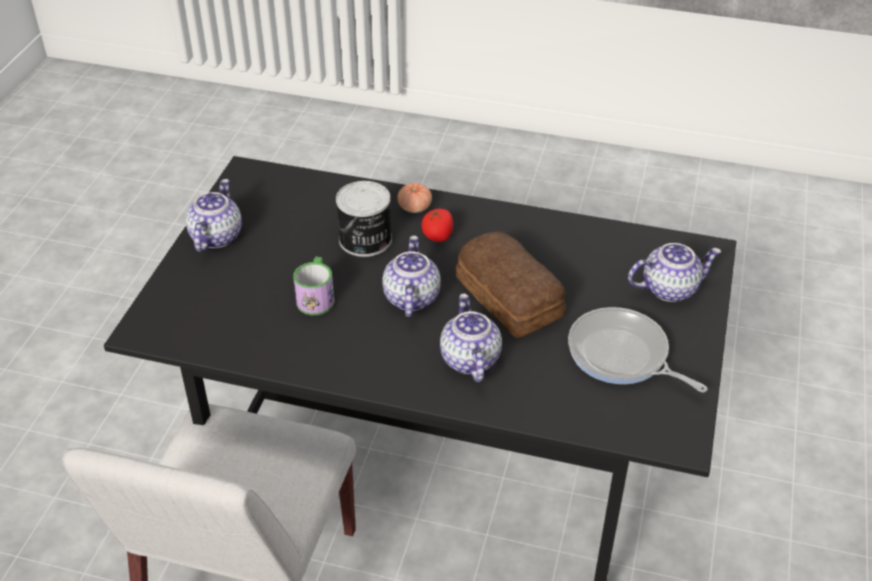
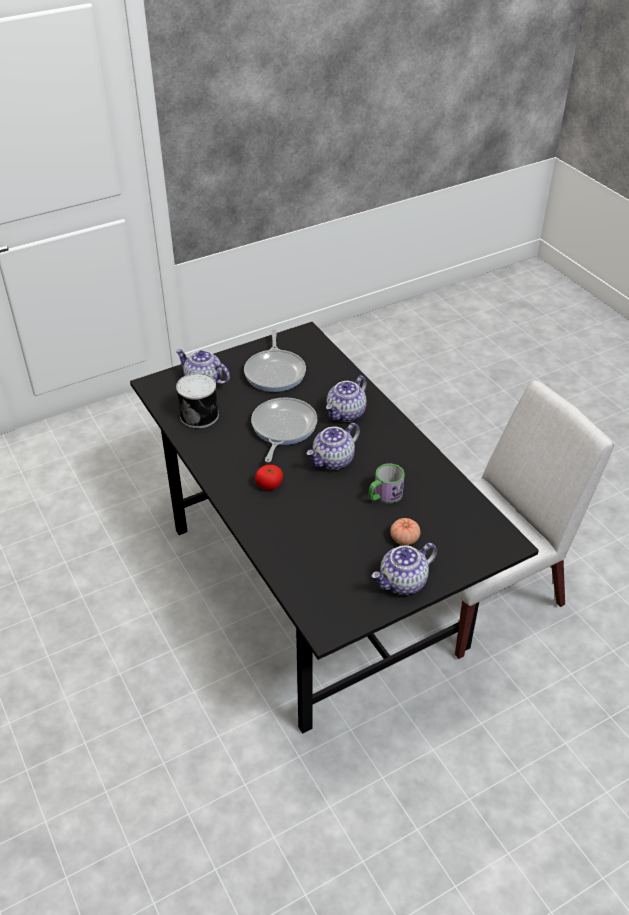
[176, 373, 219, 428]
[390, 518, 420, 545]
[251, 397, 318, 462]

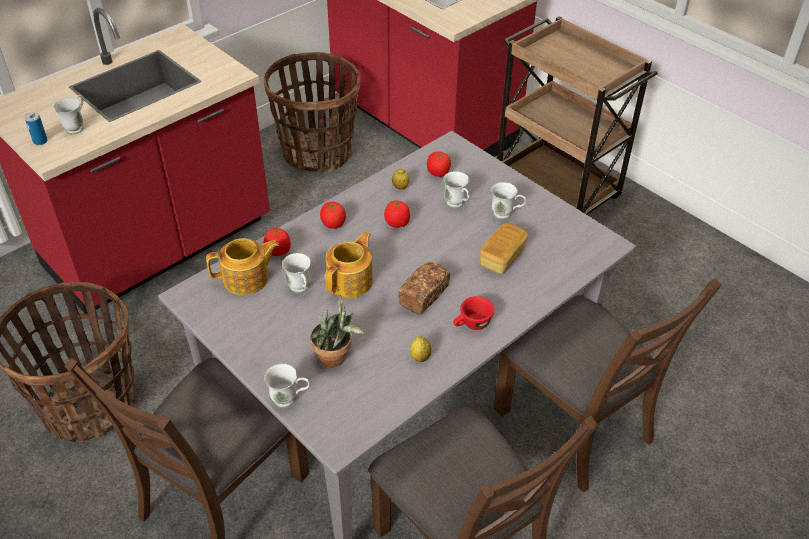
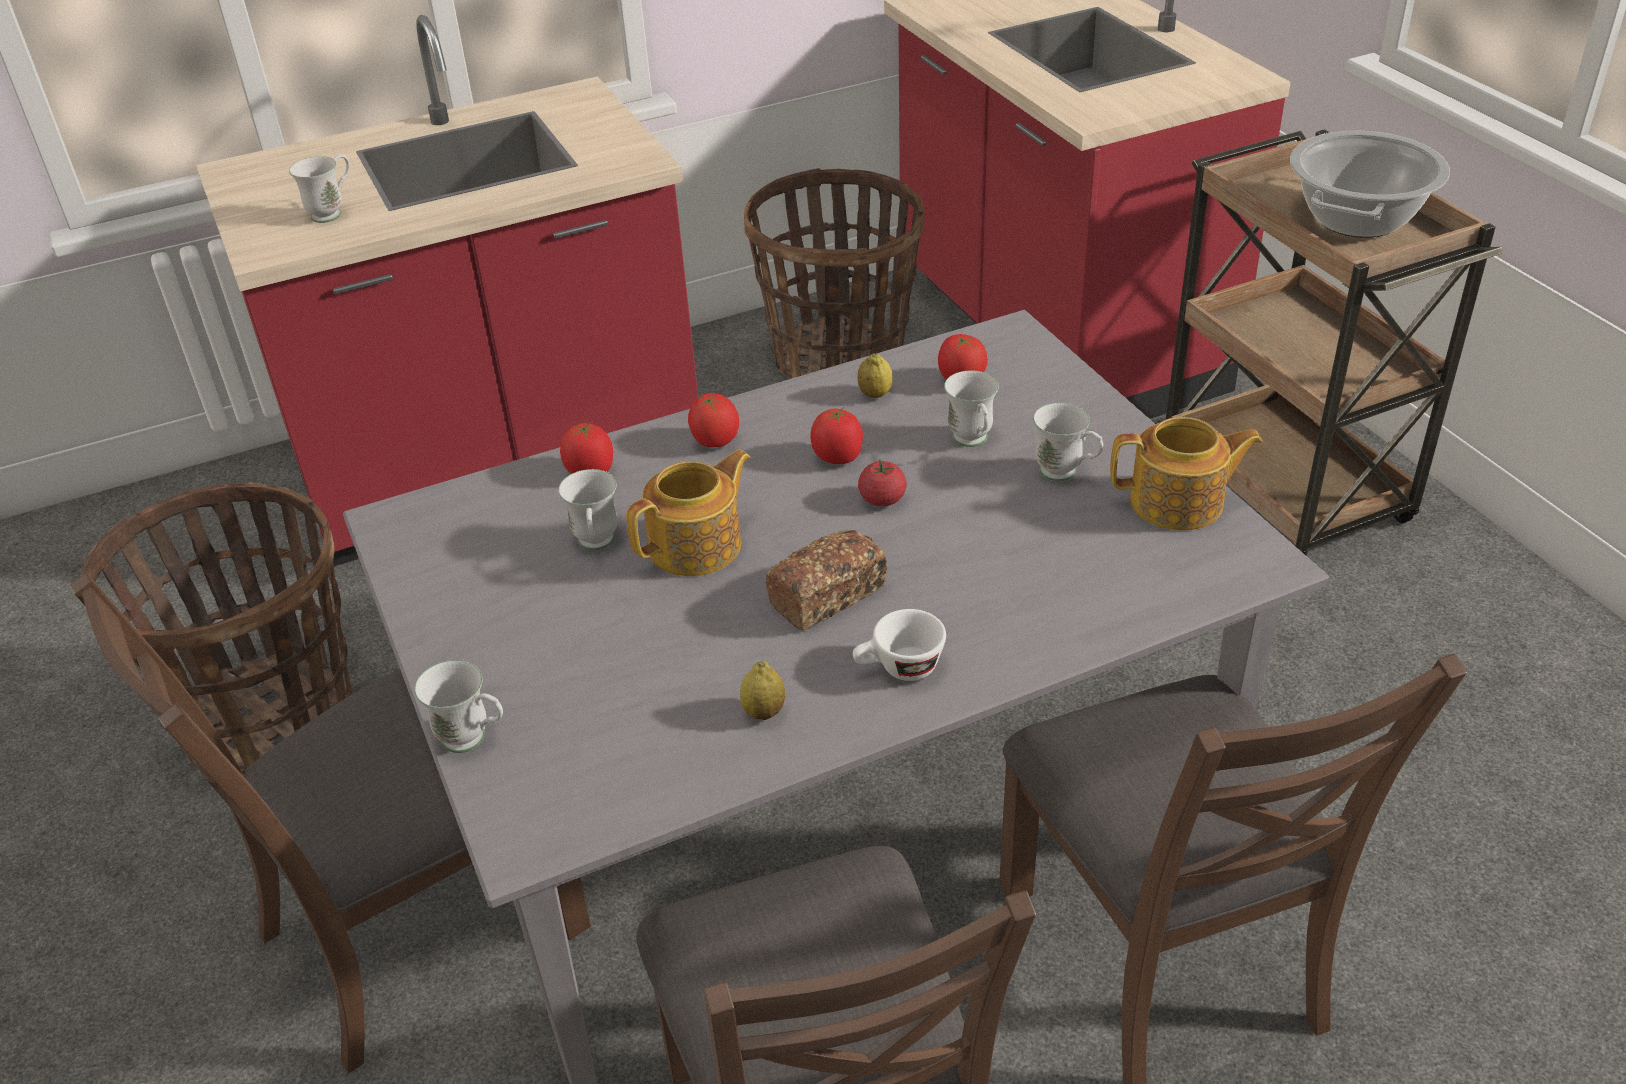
[25, 112, 48, 145] (first image)
[480, 223, 528, 274] (first image)
[1110, 417, 1263, 530]
[310, 295, 364, 367] (first image)
[853, 609, 946, 681]
[1290, 131, 1450, 238]
[858, 459, 907, 506]

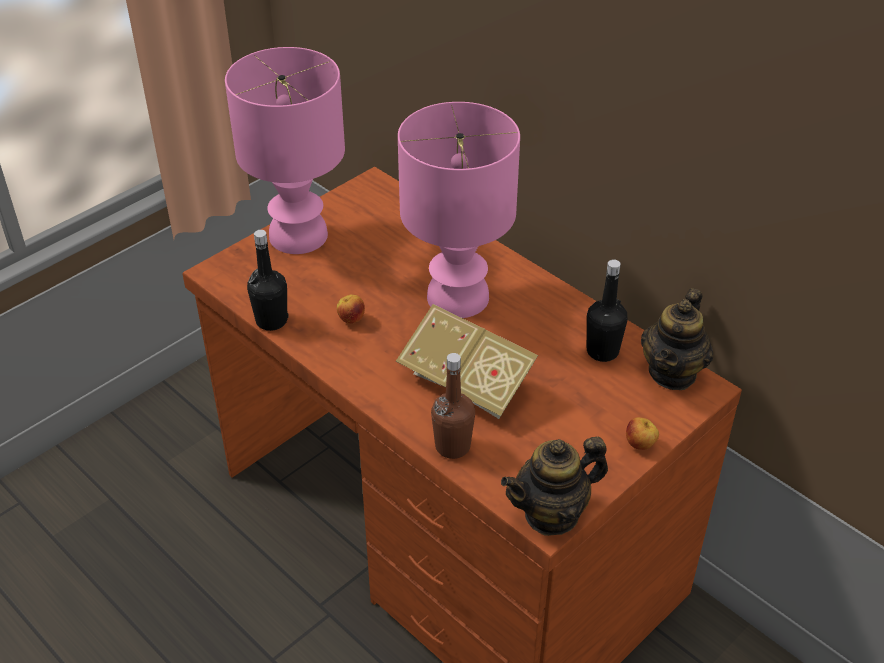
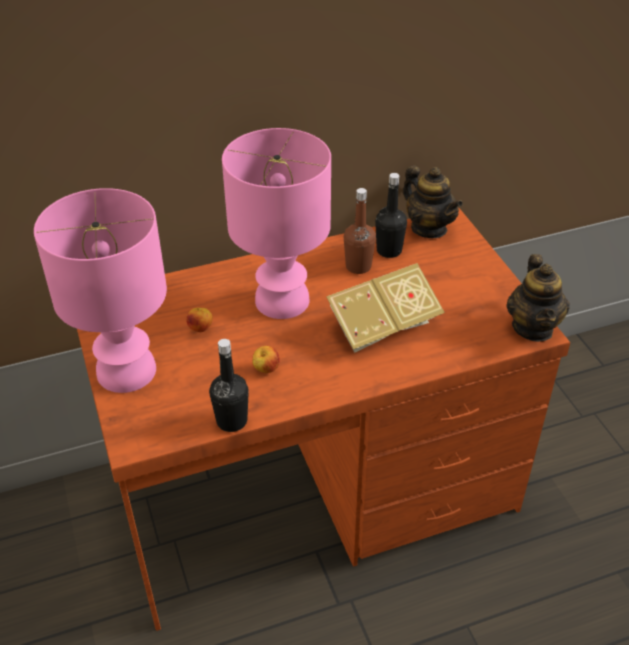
[344, 188, 376, 274]
[186, 308, 213, 332]

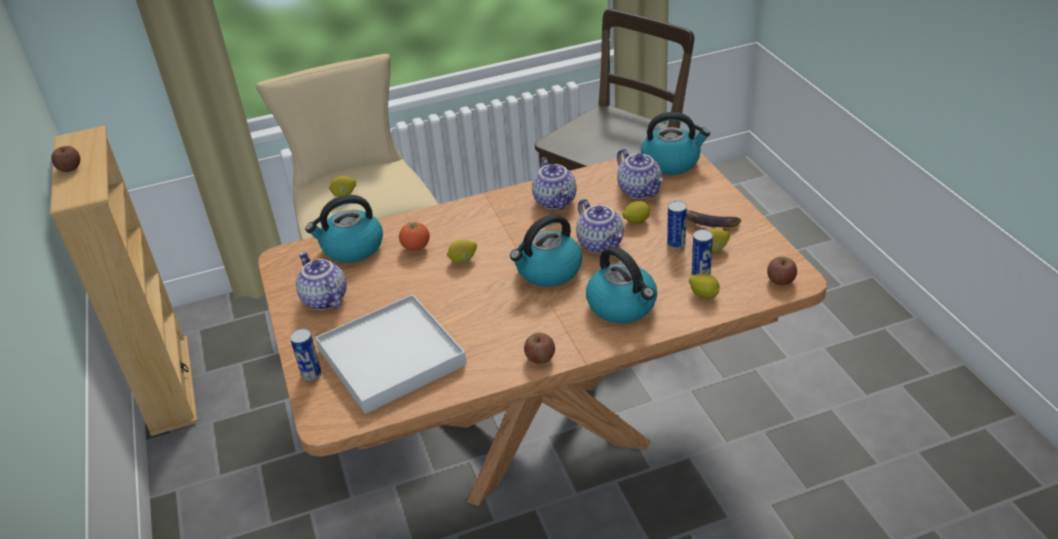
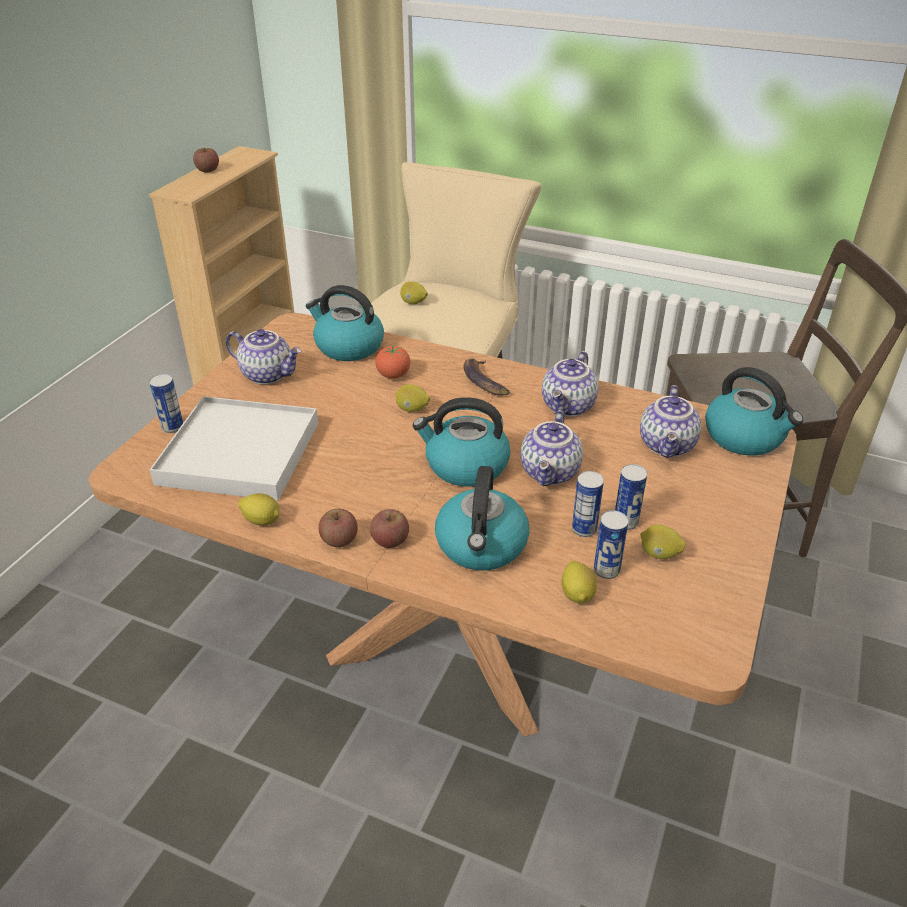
[238, 493, 279, 526]
[464, 358, 510, 396]
[225, 329, 301, 385]
[370, 509, 409, 548]
[572, 471, 604, 537]

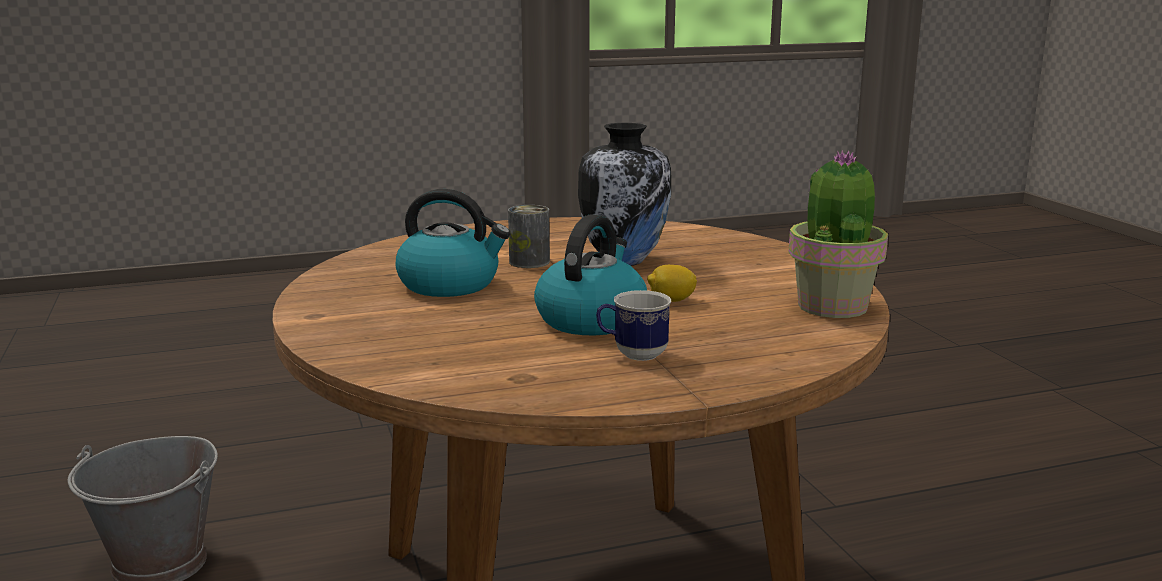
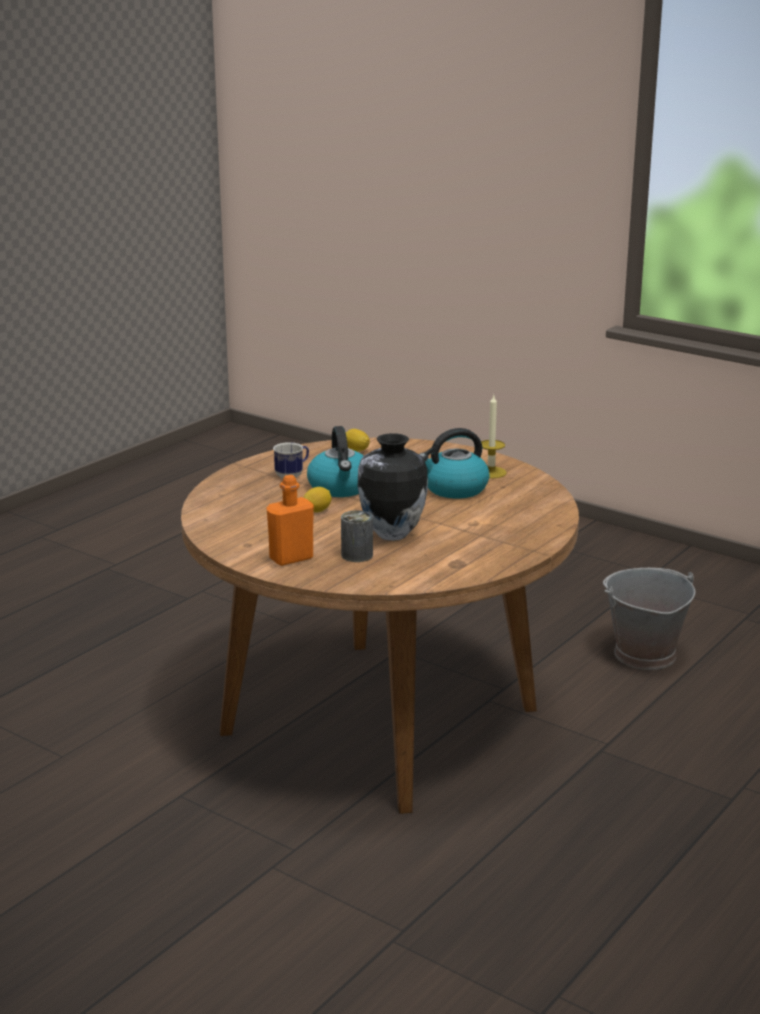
[789, 150, 888, 318] (first image)
[341, 510, 373, 562]
[481, 395, 507, 478]
[346, 429, 370, 451]
[267, 475, 314, 566]

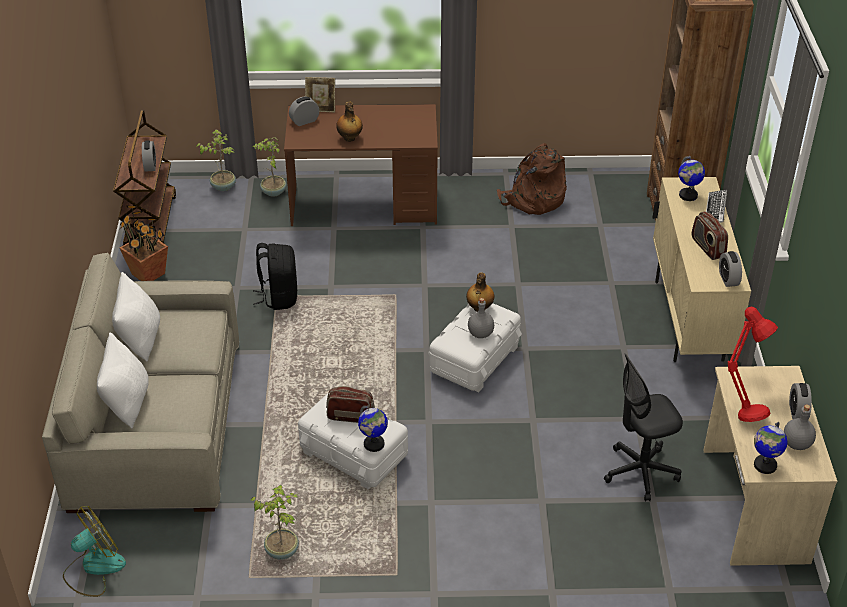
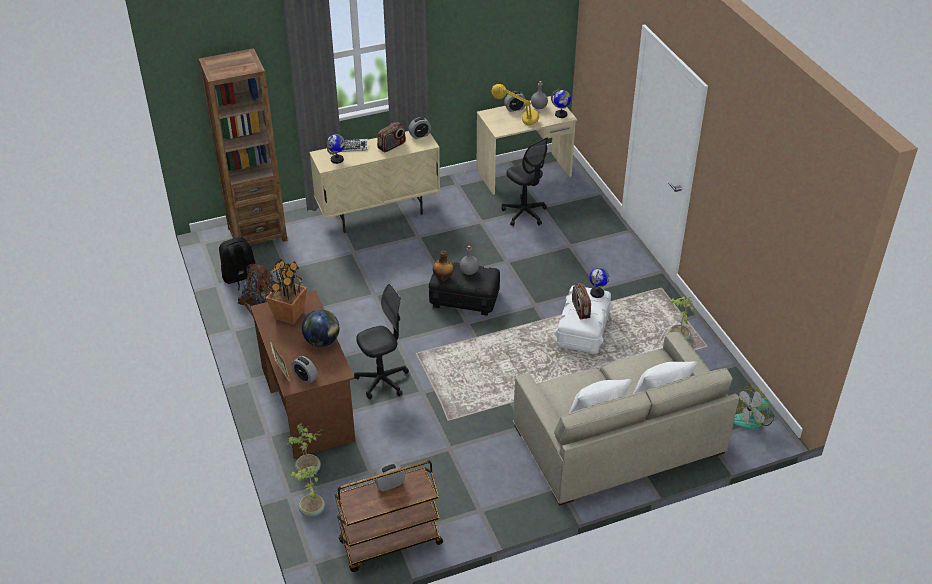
[302, 309, 339, 347]
[266, 260, 307, 325]
[219, 237, 256, 290]
[429, 262, 500, 316]
[492, 84, 539, 125]
[734, 386, 774, 430]
[354, 284, 409, 399]

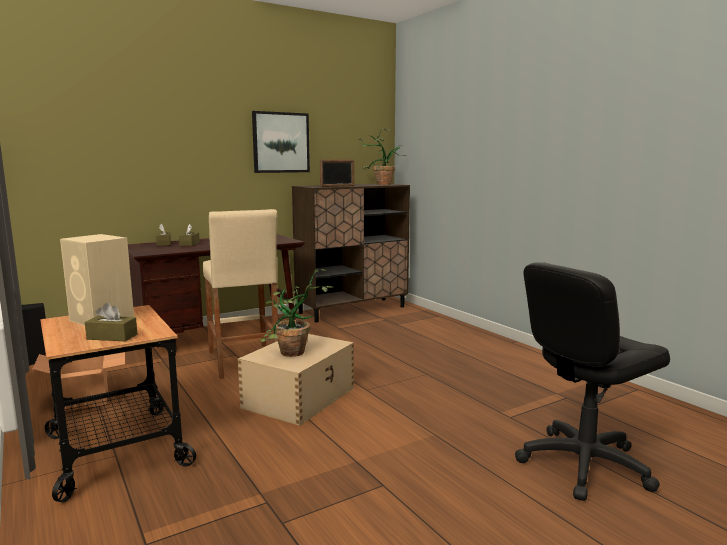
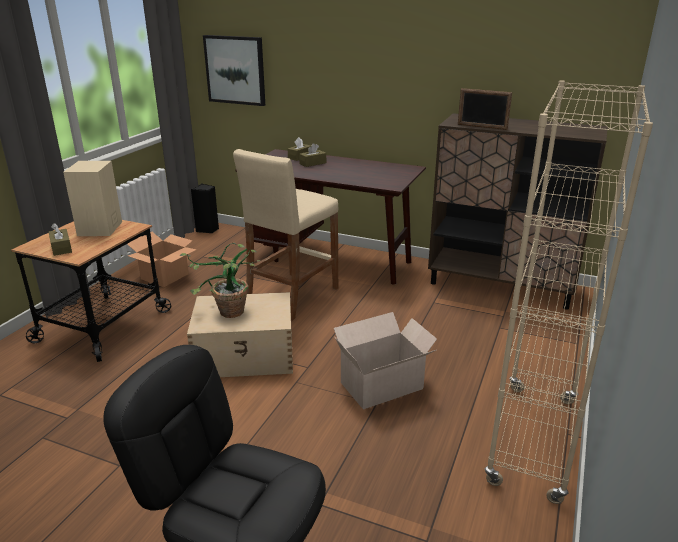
[203, 35, 265, 106]
[358, 129, 406, 185] (first image)
[484, 80, 653, 504]
[334, 312, 437, 410]

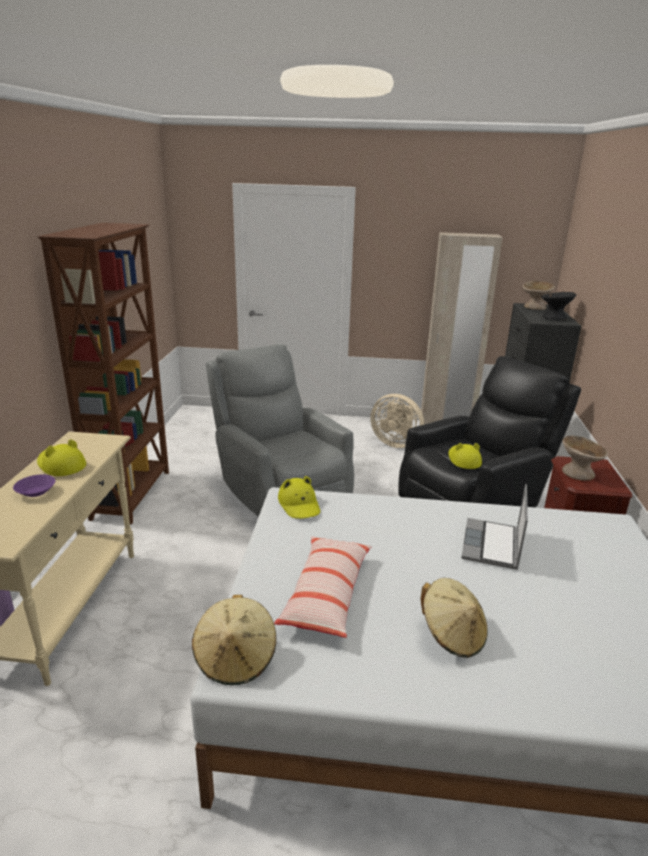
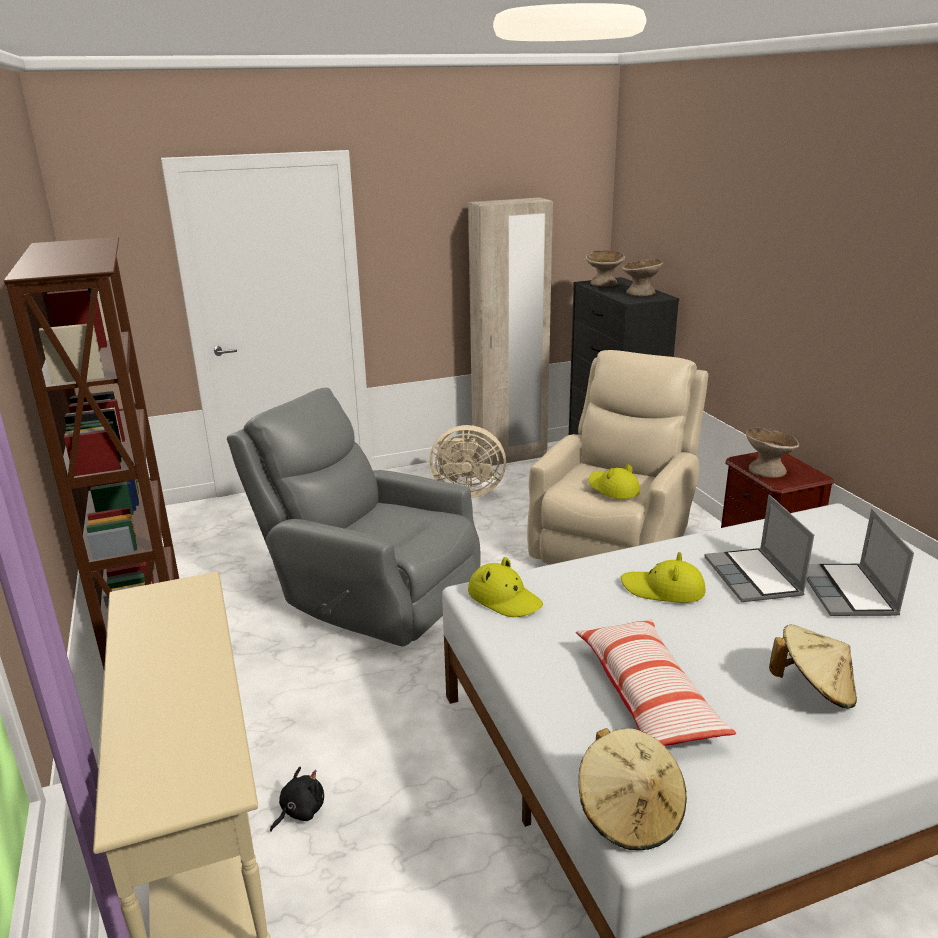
[622, 259, 663, 296]
[527, 350, 708, 565]
[621, 552, 706, 603]
[13, 475, 56, 497] (first image)
[806, 508, 914, 616]
[270, 767, 324, 832]

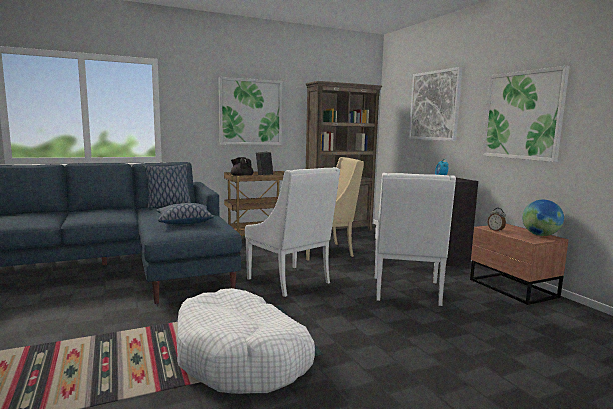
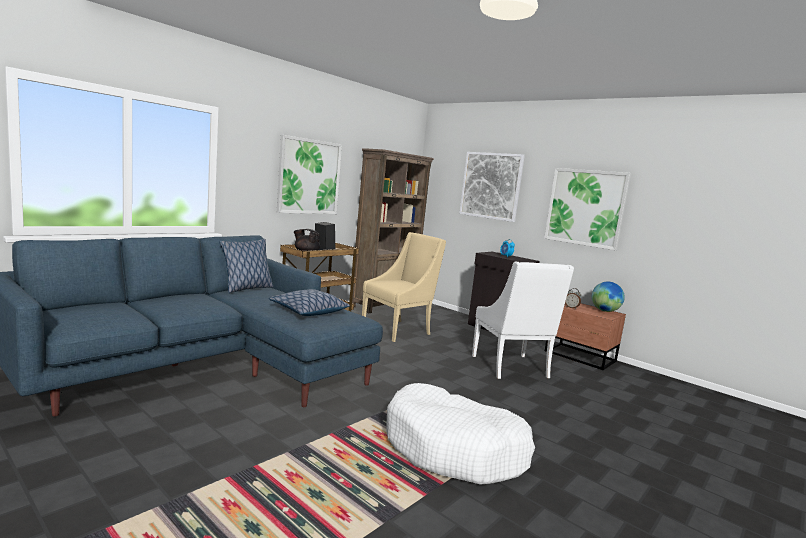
[245, 167, 340, 297] (first image)

